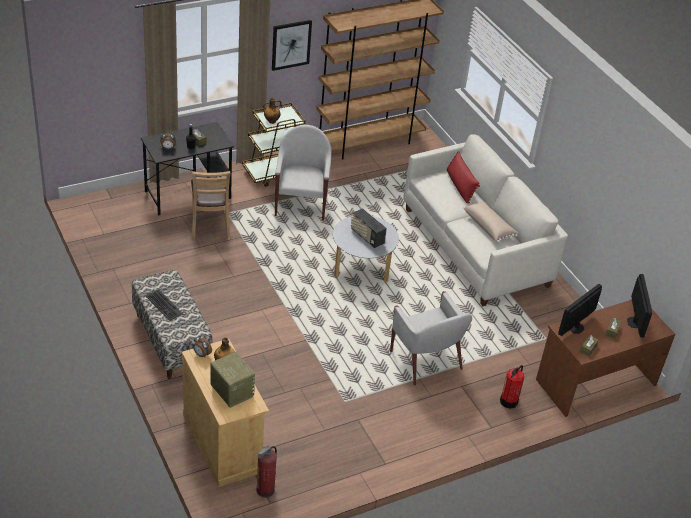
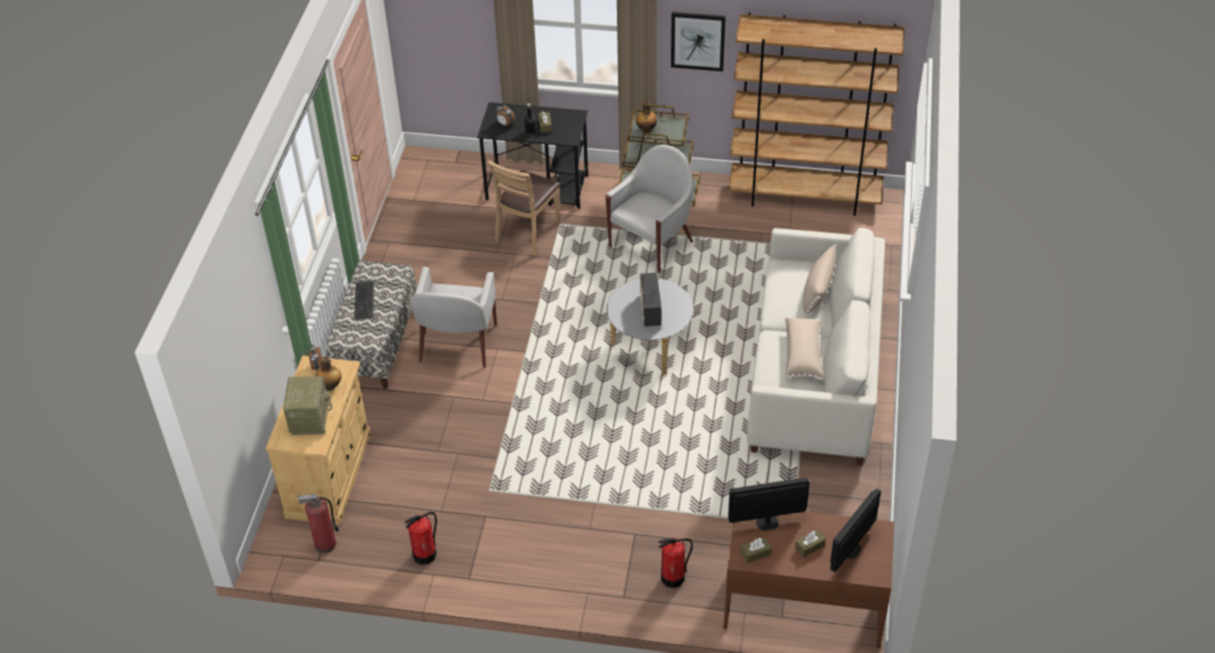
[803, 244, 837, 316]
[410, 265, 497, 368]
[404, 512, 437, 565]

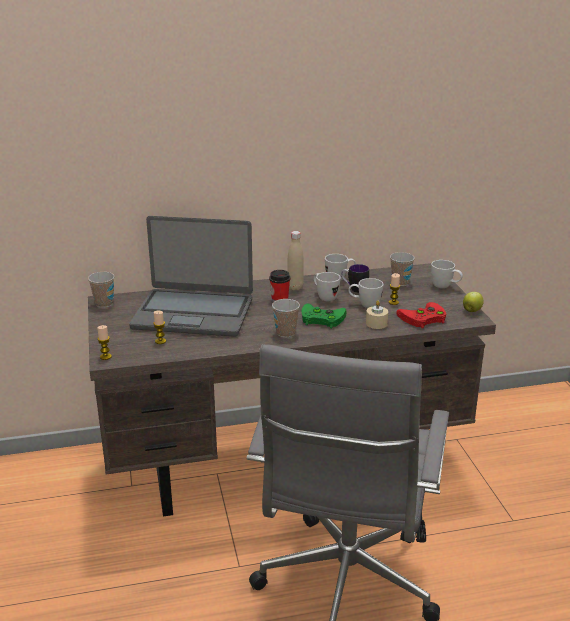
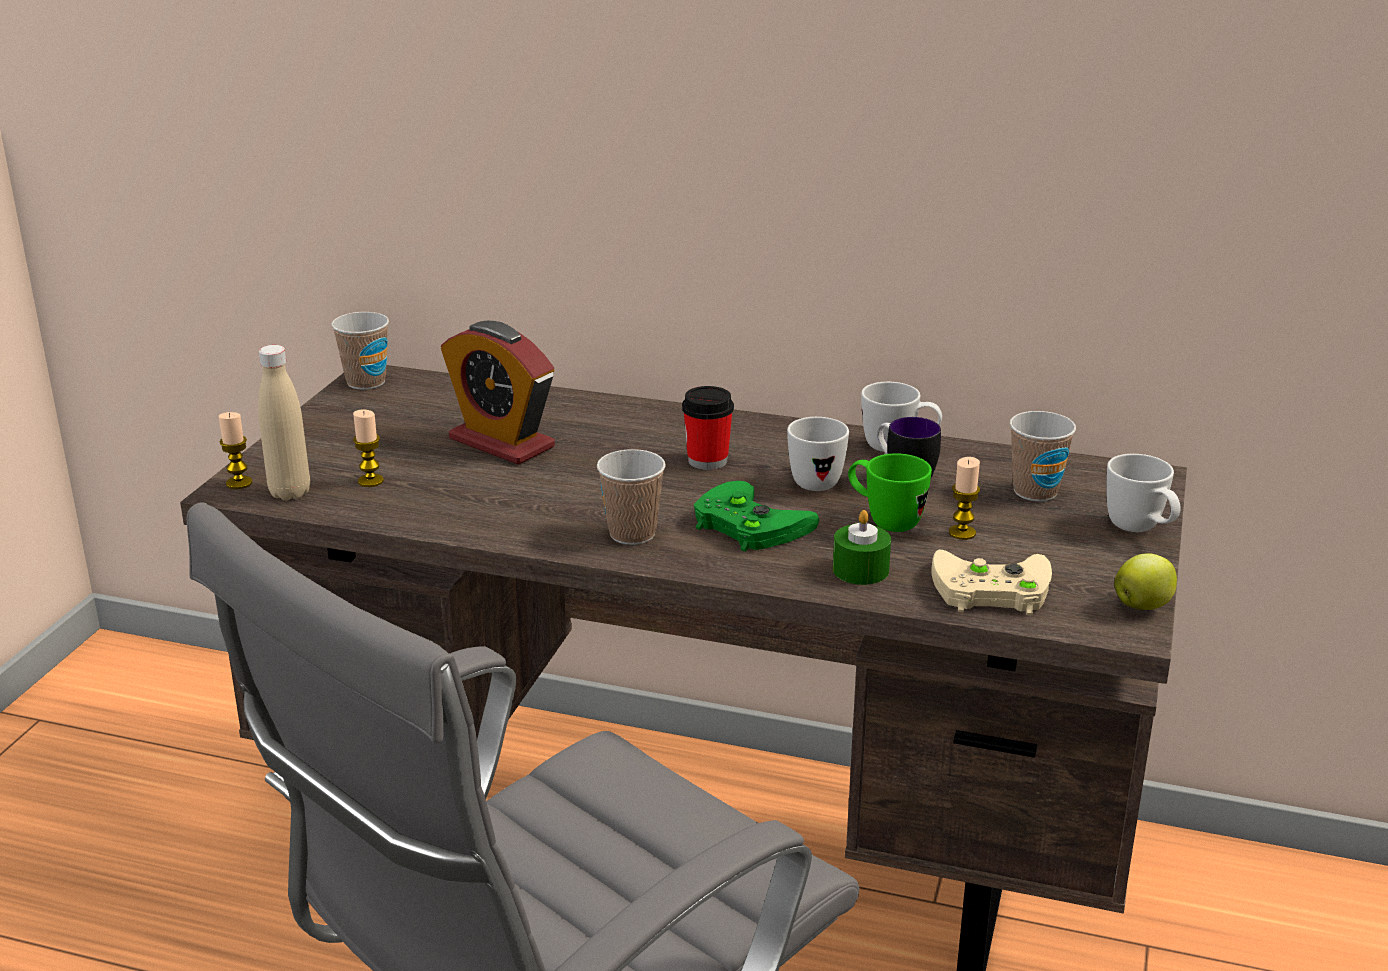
[441, 321, 555, 465]
[258, 345, 310, 500]
[848, 453, 932, 532]
[833, 510, 891, 585]
[931, 549, 1052, 615]

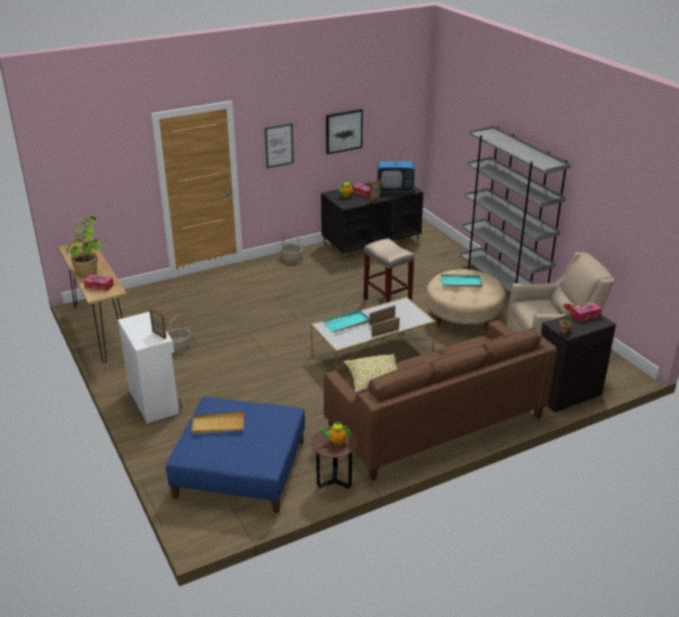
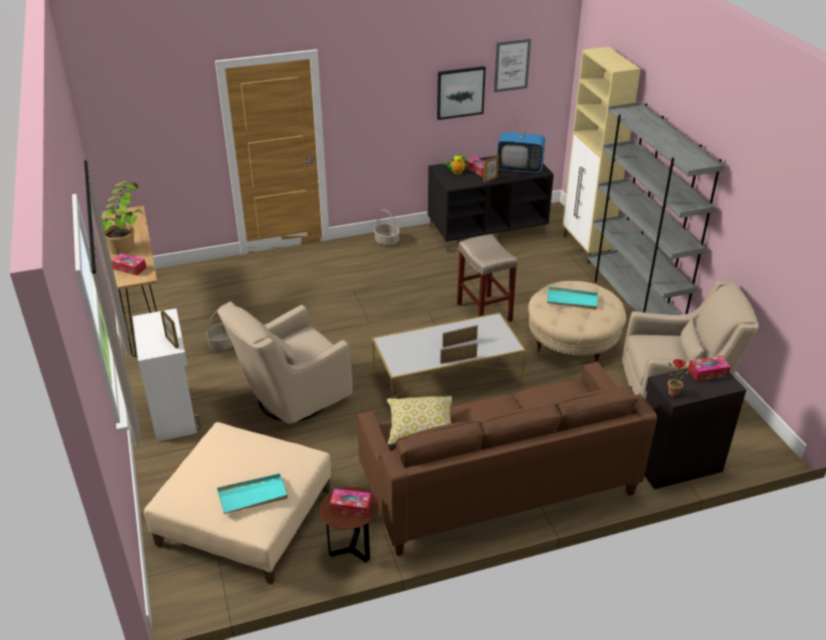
[494, 39, 531, 92]
[217, 474, 288, 514]
[144, 422, 331, 585]
[191, 411, 244, 434] (first image)
[330, 489, 372, 517]
[563, 47, 641, 264]
[217, 301, 353, 424]

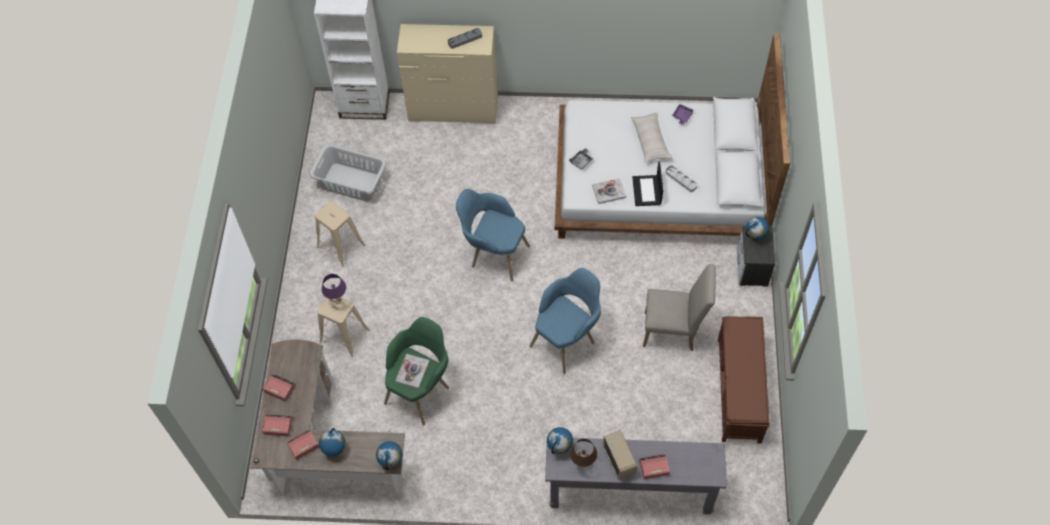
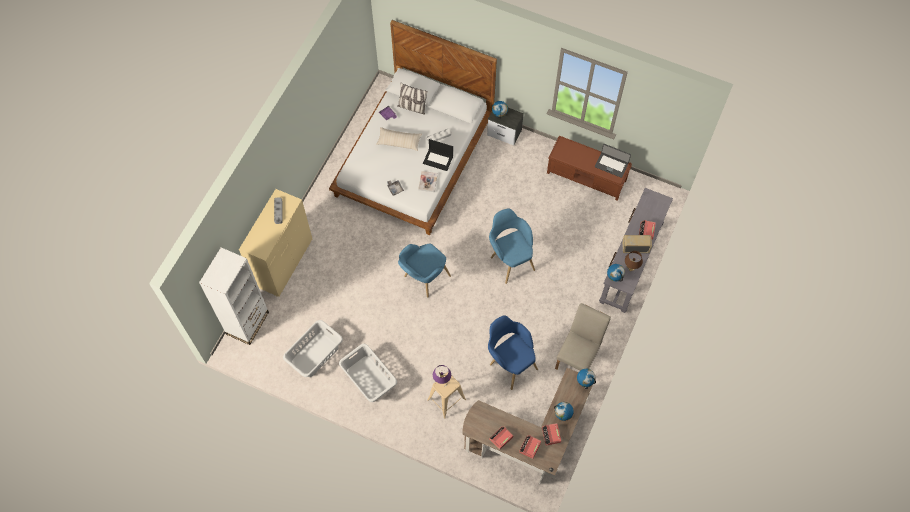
[339, 344, 397, 402]
[555, 303, 611, 370]
[488, 315, 538, 390]
[395, 354, 430, 389] (first image)
[397, 82, 428, 115]
[595, 144, 631, 178]

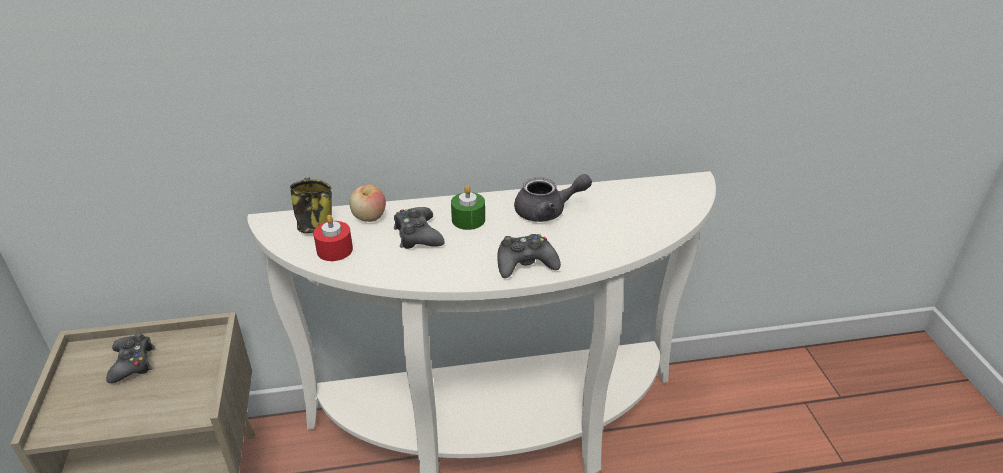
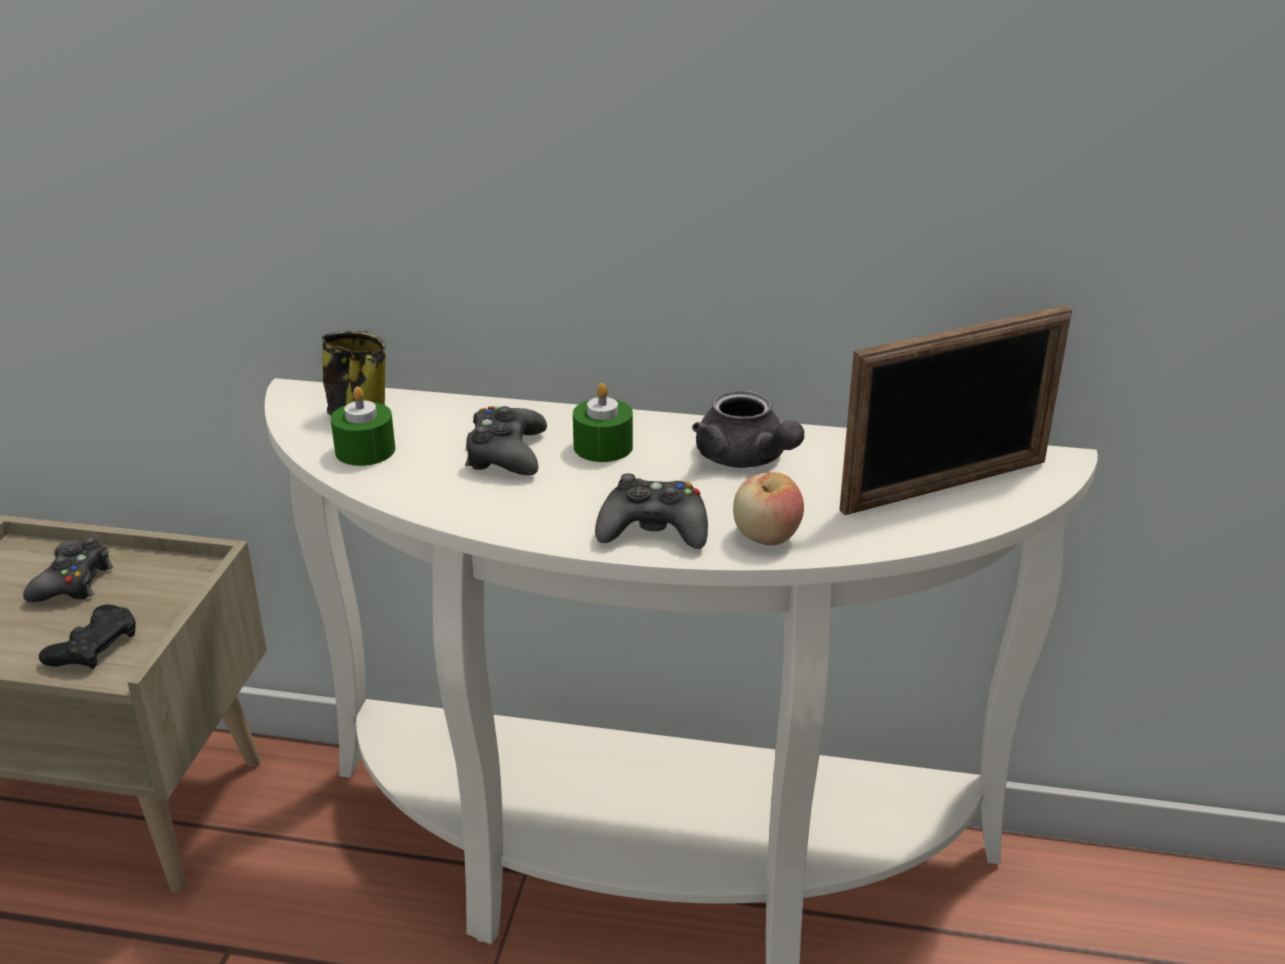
[692, 390, 804, 468]
[733, 472, 804, 545]
[330, 386, 395, 466]
[839, 306, 1072, 515]
[39, 605, 136, 669]

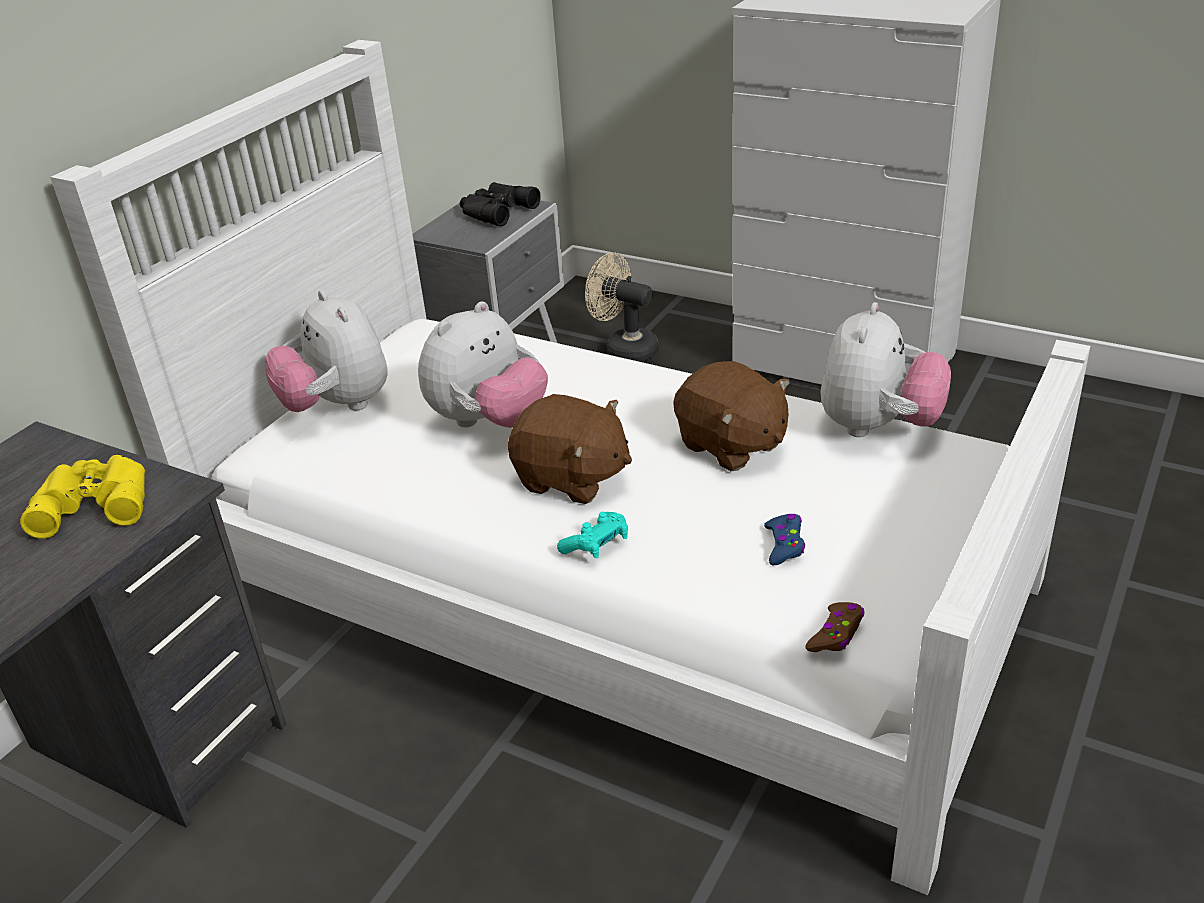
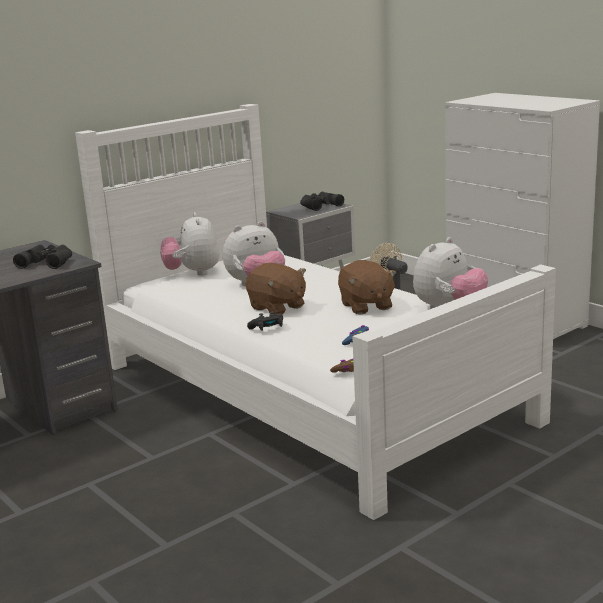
[13, 245, 72, 269]
[247, 311, 283, 331]

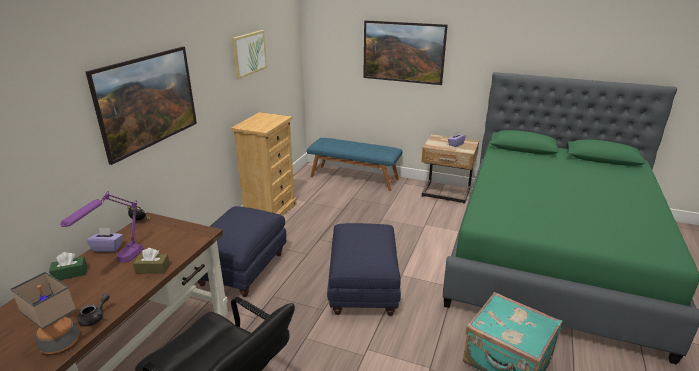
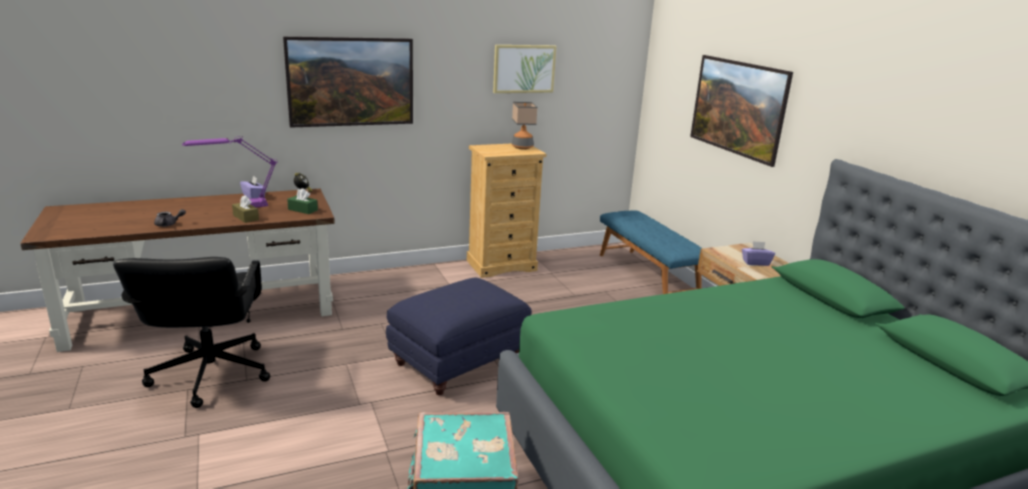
[197, 206, 286, 297] (first image)
[287, 188, 318, 214]
[512, 102, 538, 149]

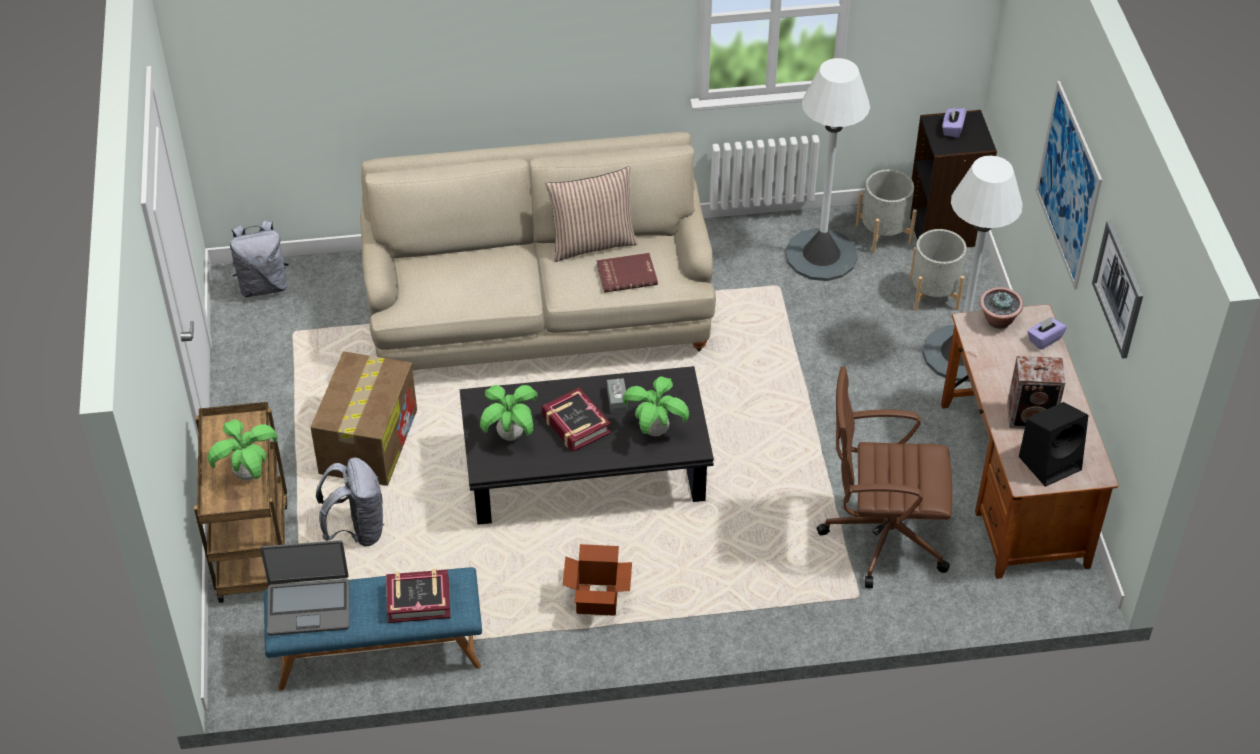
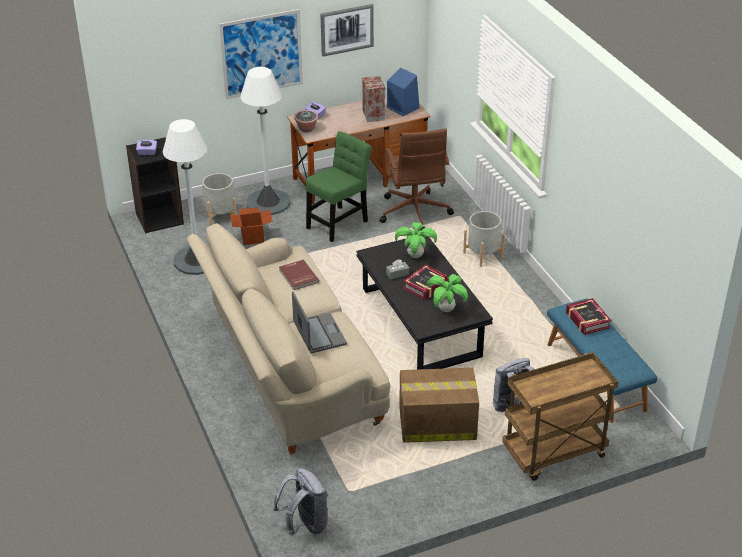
[546, 166, 638, 262] (first image)
[463, 211, 505, 267]
[387, 67, 420, 116]
[208, 419, 278, 481] (first image)
[292, 292, 347, 353]
[230, 207, 273, 245]
[305, 131, 372, 242]

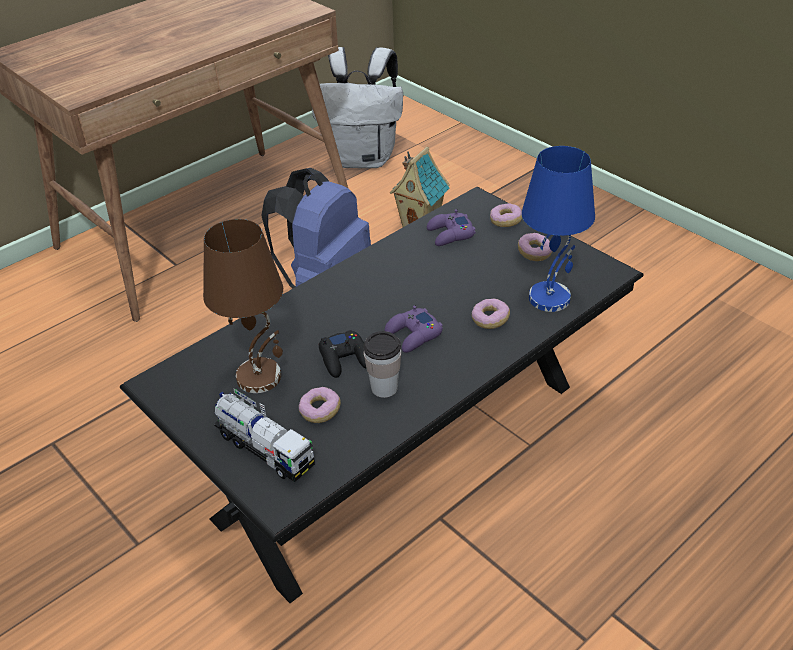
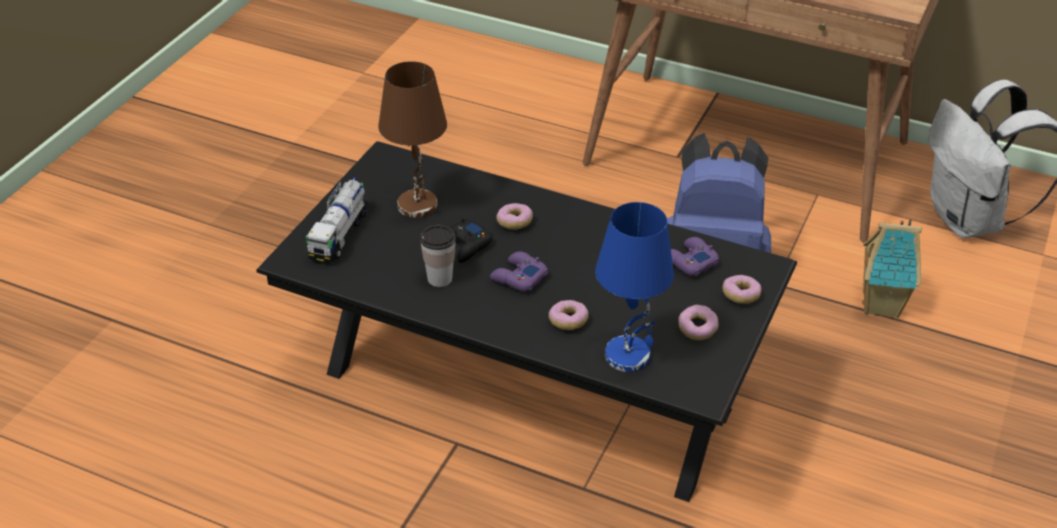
[496, 203, 533, 229]

